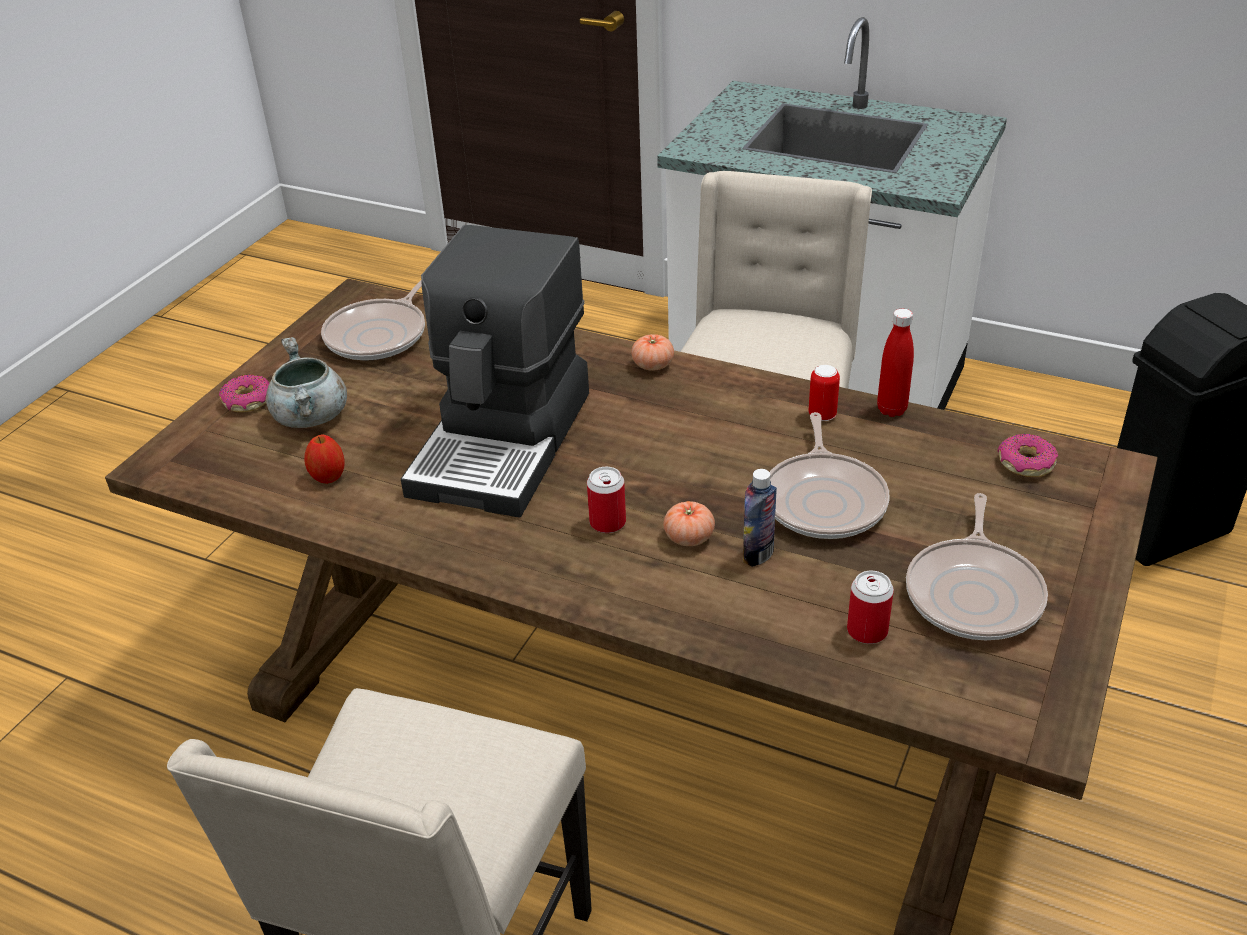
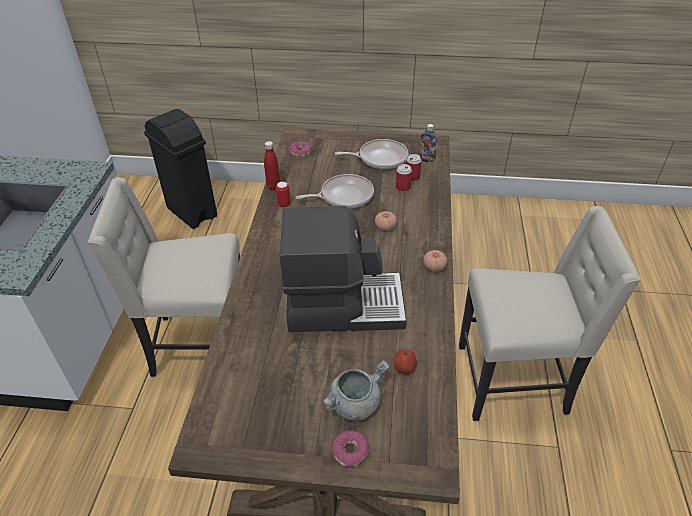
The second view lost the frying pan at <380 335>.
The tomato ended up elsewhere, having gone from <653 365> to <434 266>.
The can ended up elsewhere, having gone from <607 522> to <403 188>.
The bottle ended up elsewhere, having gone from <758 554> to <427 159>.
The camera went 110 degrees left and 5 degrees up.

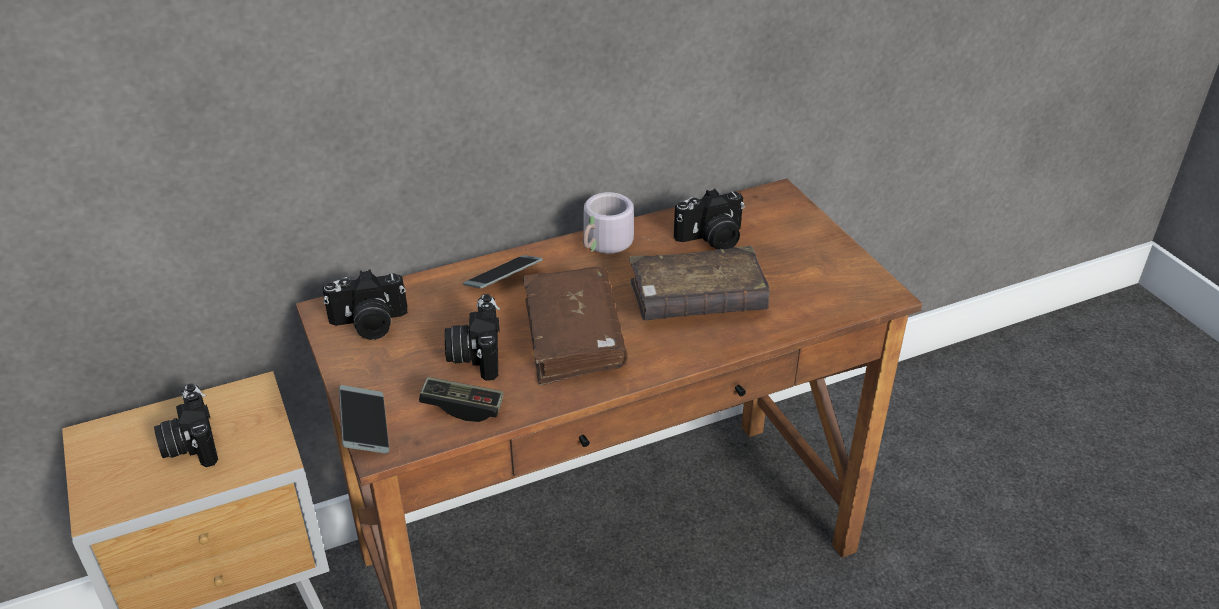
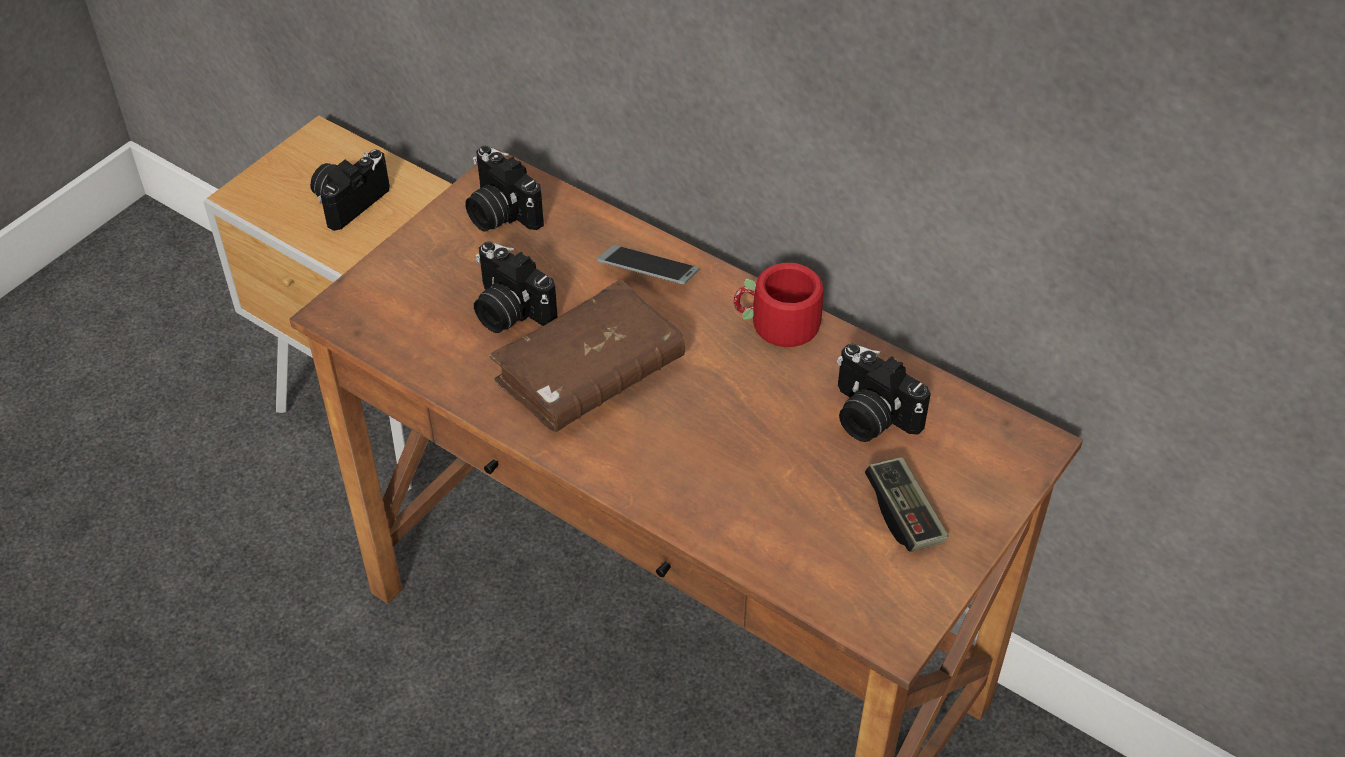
What was the grey mug at <607 246> turned into the red mug at <777 328>.
The second view lost the brown book at <697 300>.
The photo camera at <475 354> ended up facing another way, 105 degrees counterclockwise from before.
The game controller ended up elsewhere, having gone from <463 407> to <904 514>.
The second view lost the phone at <365 426>.
The camera went 60 degrees right and 10 degrees up.

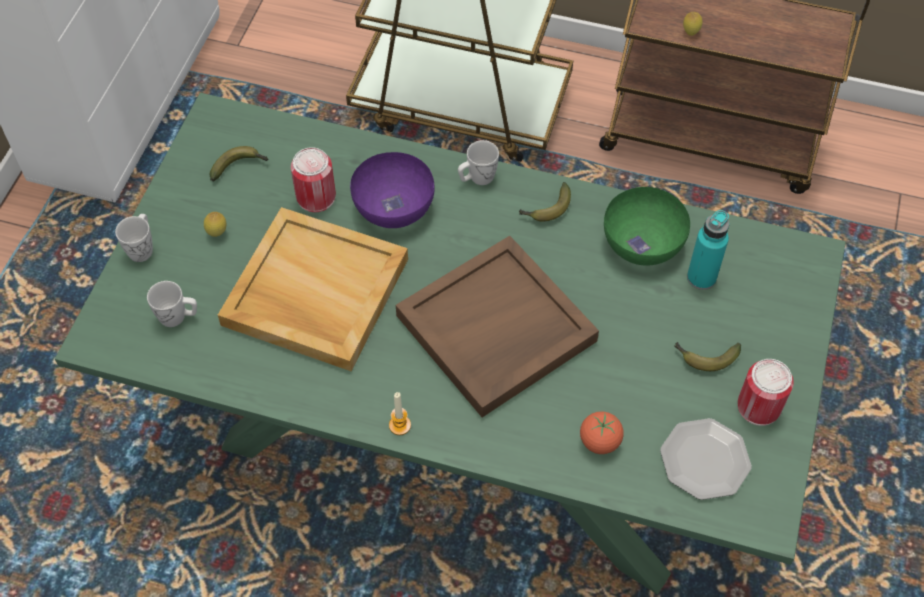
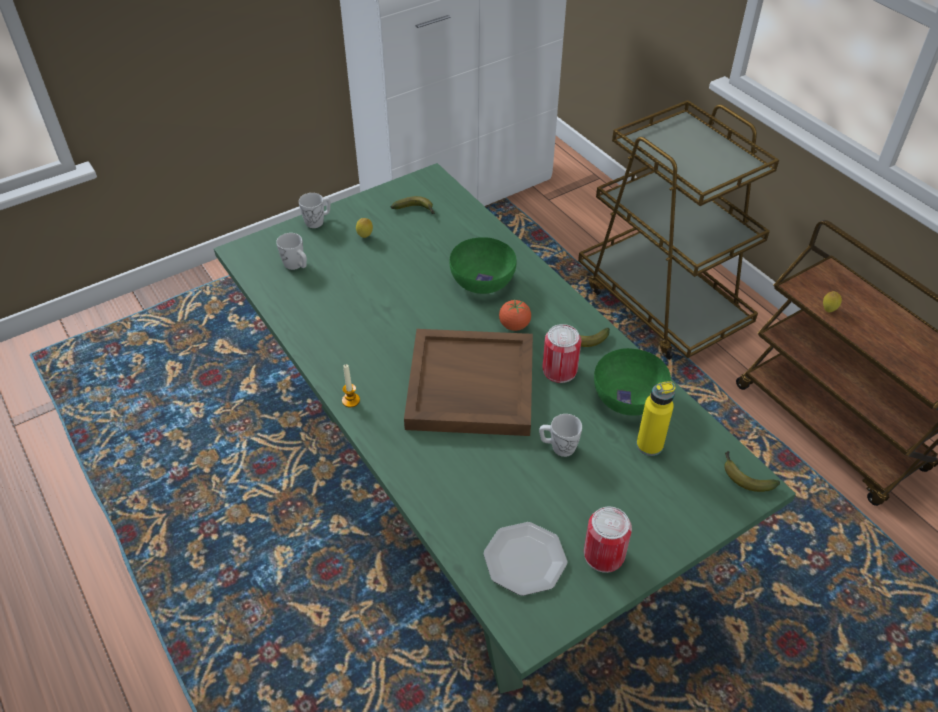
The white mug ended up elsewhere, having gone from <477 178> to <558 447>.
The can ended up elsewhere, having gone from <316 197> to <559 370>.
What was the purple bowl at <393 208> turned into the green bowl at <481 281>.
The second view lost the beige tray at <314 292>.
What was the turquoise bottle at <701 277> turned into the yellow bottle at <649 445>.
The banana ended up elsewhere, having gone from <705 357> to <744 476>.
The tomato ended up elsewhere, having gone from <599 441> to <514 325>.
The camera went 40 degrees right and 10 degrees down.

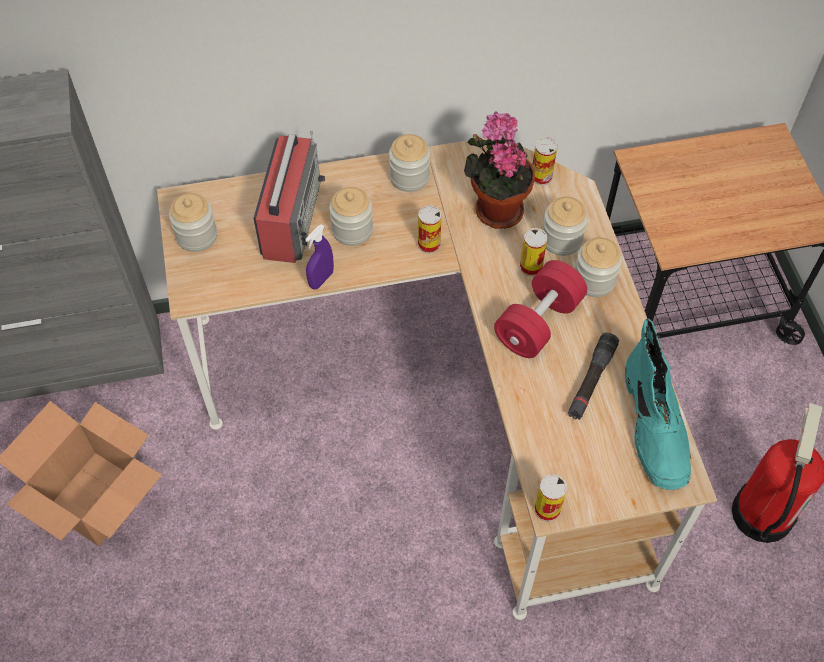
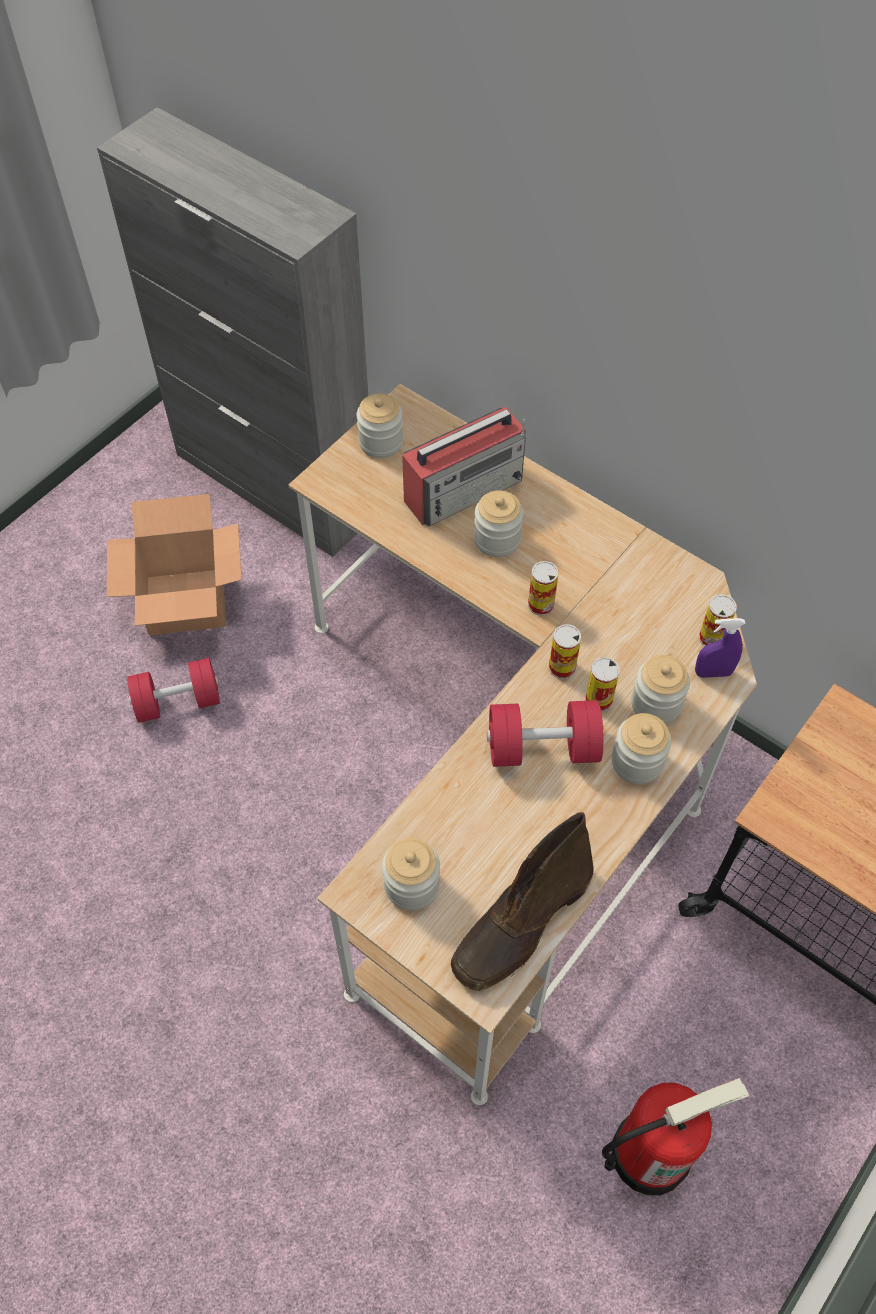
The second view lost the potted plant at <495 208>.
The jar ended up elsewhere, having gone from <409 177> to <411 885>.
The purple spray bottle ended up elsewhere, having gone from <321 279> to <713 673>.
What was the turquoise boot at <655 427> turned into the brown boot at <521 923>.
The second view lost the black flashlight at <591 381>.
The can ended up elsewhere, having gone from <547 509> to <562 667>.
The second view gained the red dumbbell at <178 702>.
The camera went 50 degrees right and 0 degrees up.

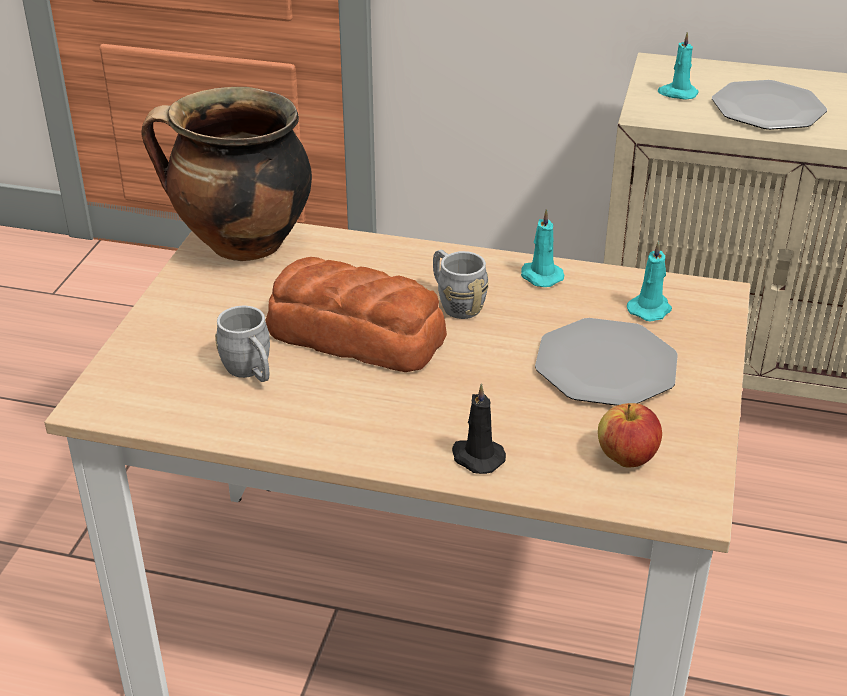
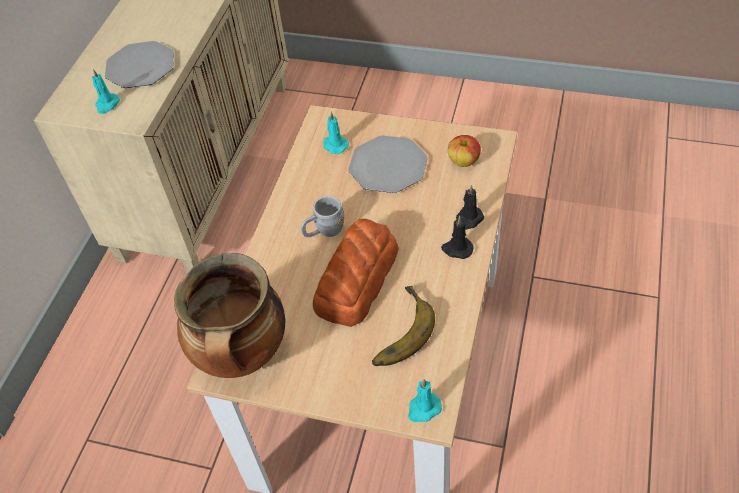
The turquoise candle ended up elsewhere, having gone from <540 276> to <423 409>.
Where the grey mug stood at <251 372>, the banana came to stand at <396 331>.
The second view gained the black candle at <457 249>.
The camera went 85 degrees left and 15 degrees up.

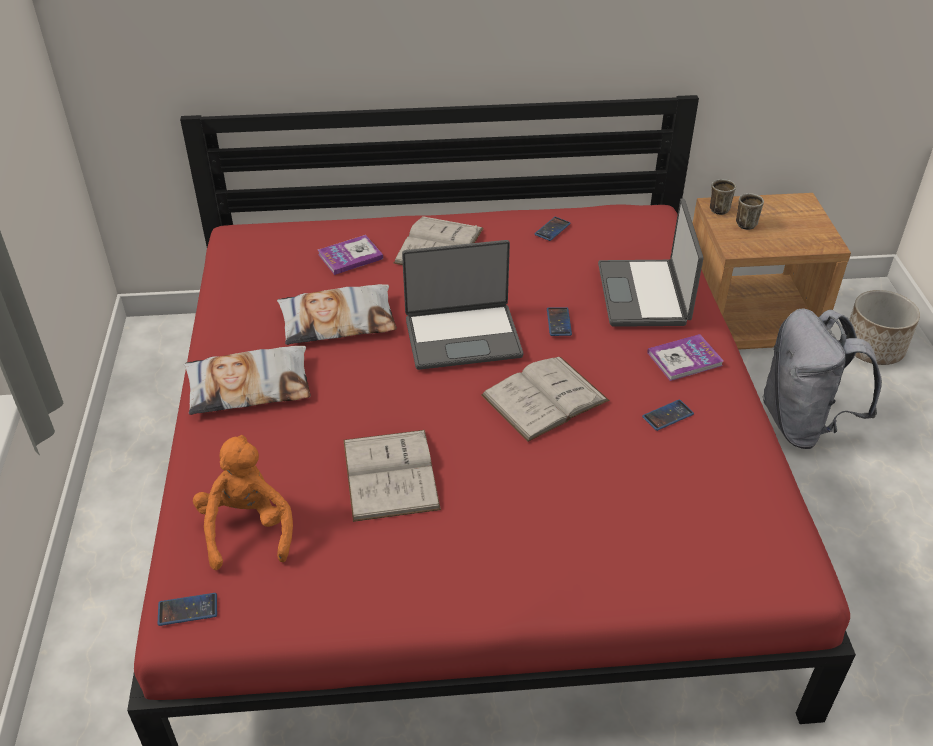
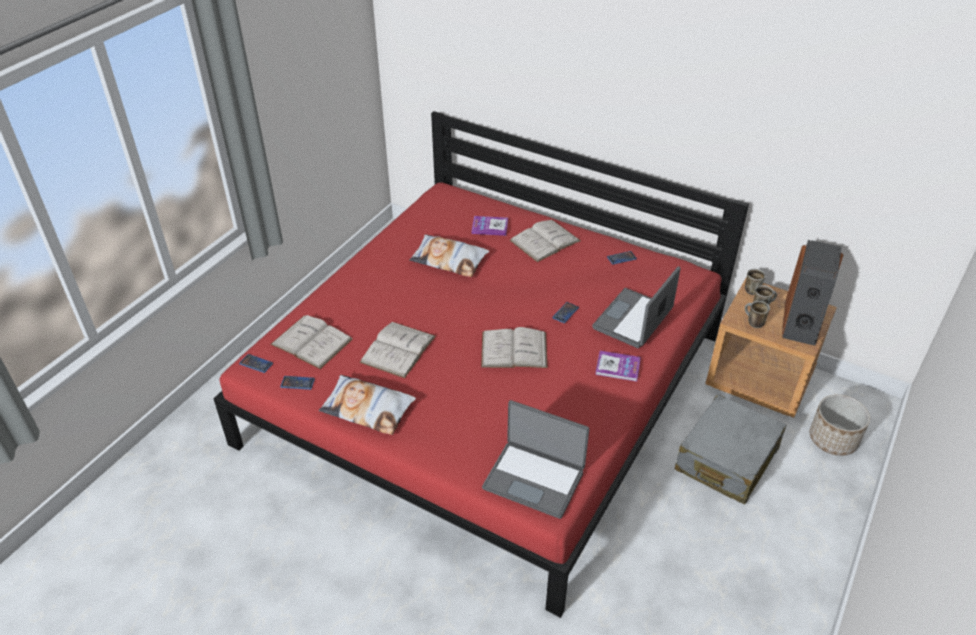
The laptop ended up elsewhere, having gone from <463 336> to <534 479>.
Where the grey backpack stood at <803 424>, the grey suitcase came to stand at <726 460>.
The pillow ended up elsewhere, having gone from <249 387> to <368 409>.
The phone ended up elsewhere, having gone from <668 415> to <297 383>.
Where the orange plush toy stood at <247 529>, the white book came to stand at <311 342>.
The second view gained the speaker at <802 321>.
The second view gained the mug at <752 322>.
The camera went 35 degrees right and 0 degrees up.

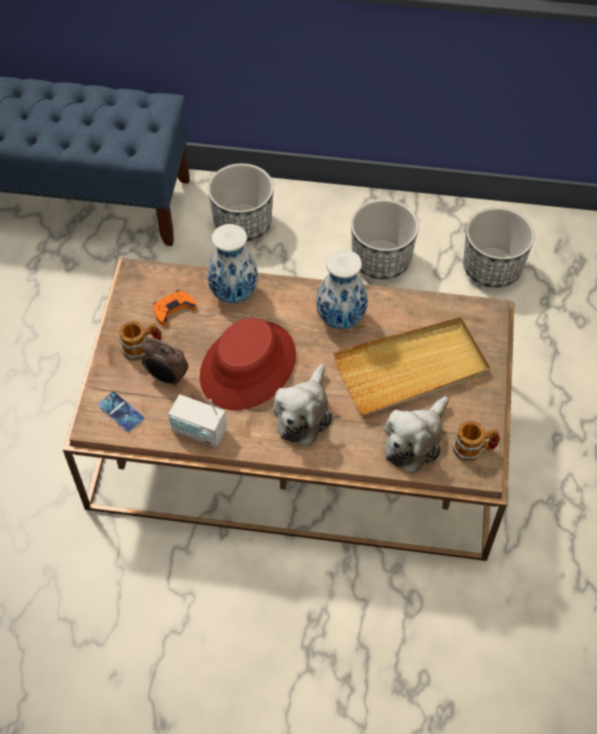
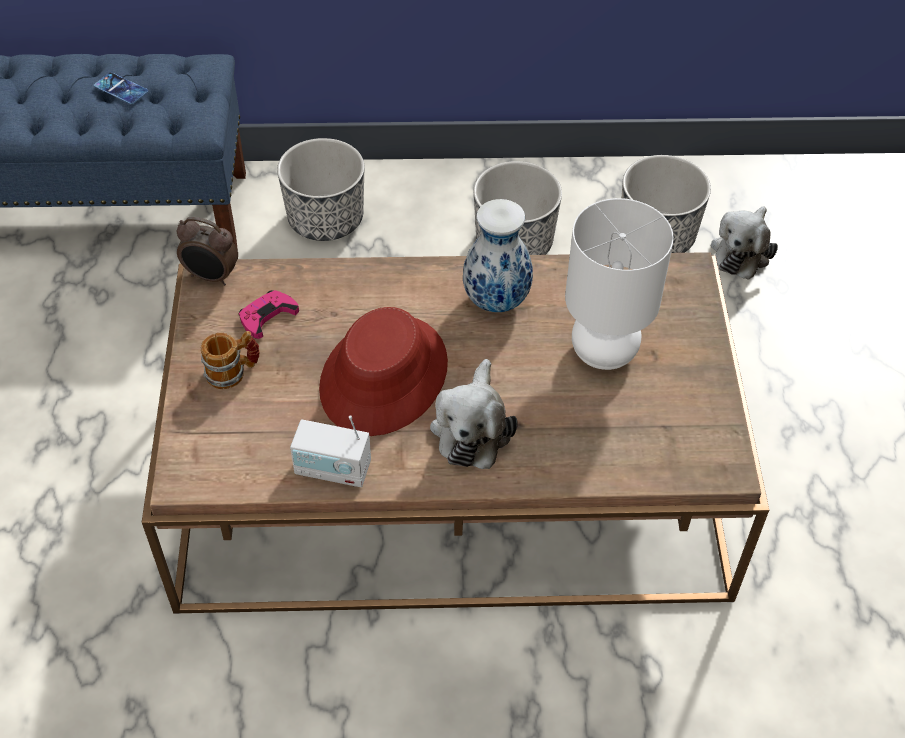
The second view lost the vase at <234 292>.
What was the orange game controller at <173 309> turned into the pink game controller at <267 316>.
Where the beige tray stood at <412 369>, the white table lamp came to stand at <605 352>.
The alarm clock ended up elsewhere, having gone from <167 378> to <211 277>.
The phone ended up elsewhere, having gone from <121 412> to <121 89>.
The plush toy ended up elsewhere, having gone from <415 441> to <742 251>.
The second view lost the mug at <473 449>.
The camera went 10 degrees left and 5 degrees down.

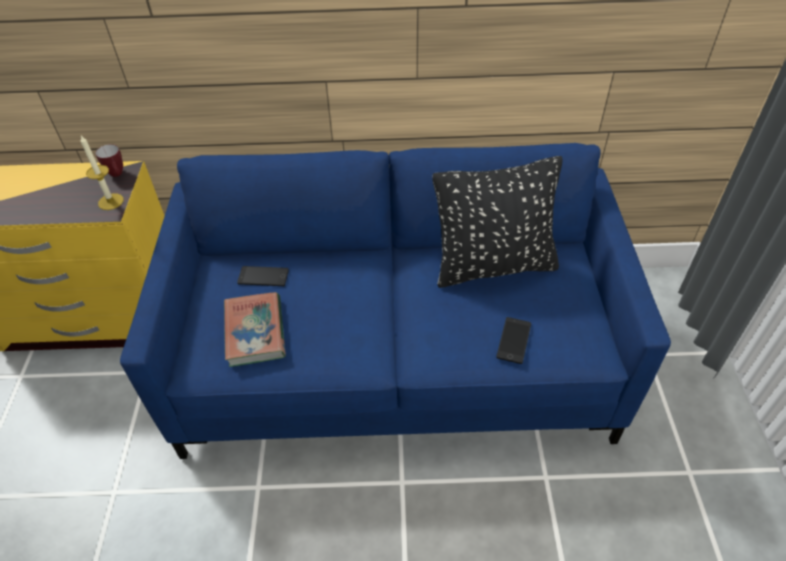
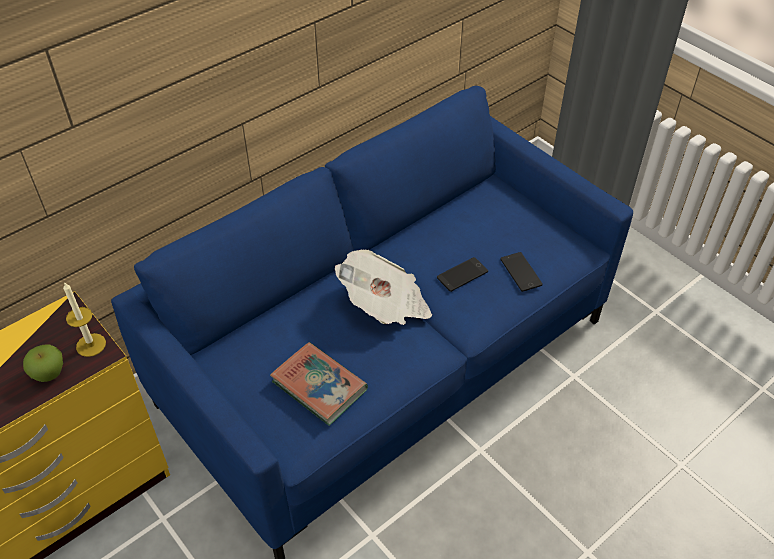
The second view lost the mug at <118 175>.
The second view lost the black pillow at <493 266>.
The phone ended up elsewhere, having gone from <263 277> to <462 275>.
The second view gained the newspaper at <385 305>.
The second view gained the apple at <49 374>.
The camera went 40 degrees left and 0 degrees up.

